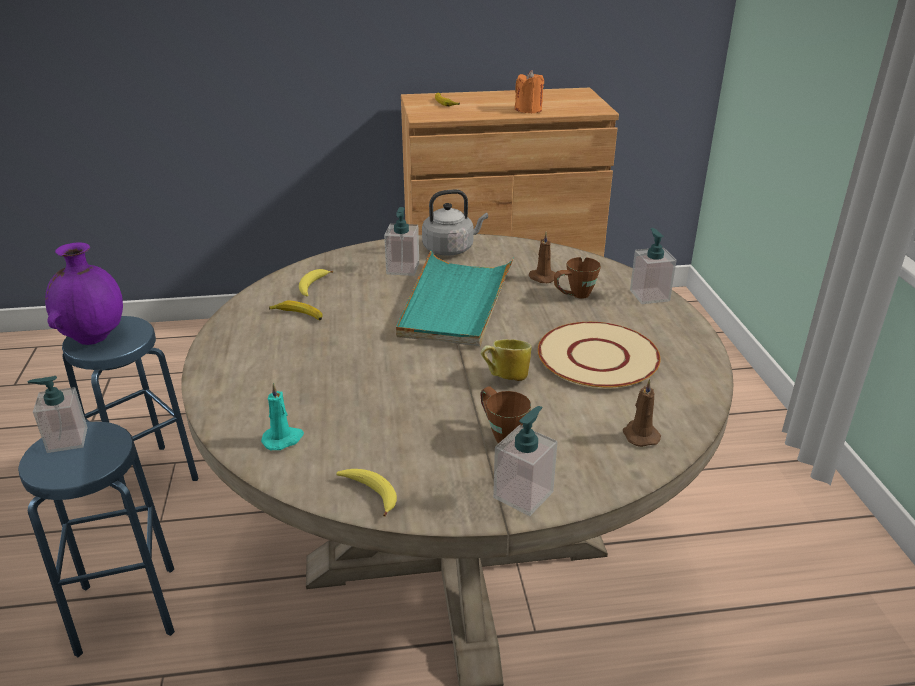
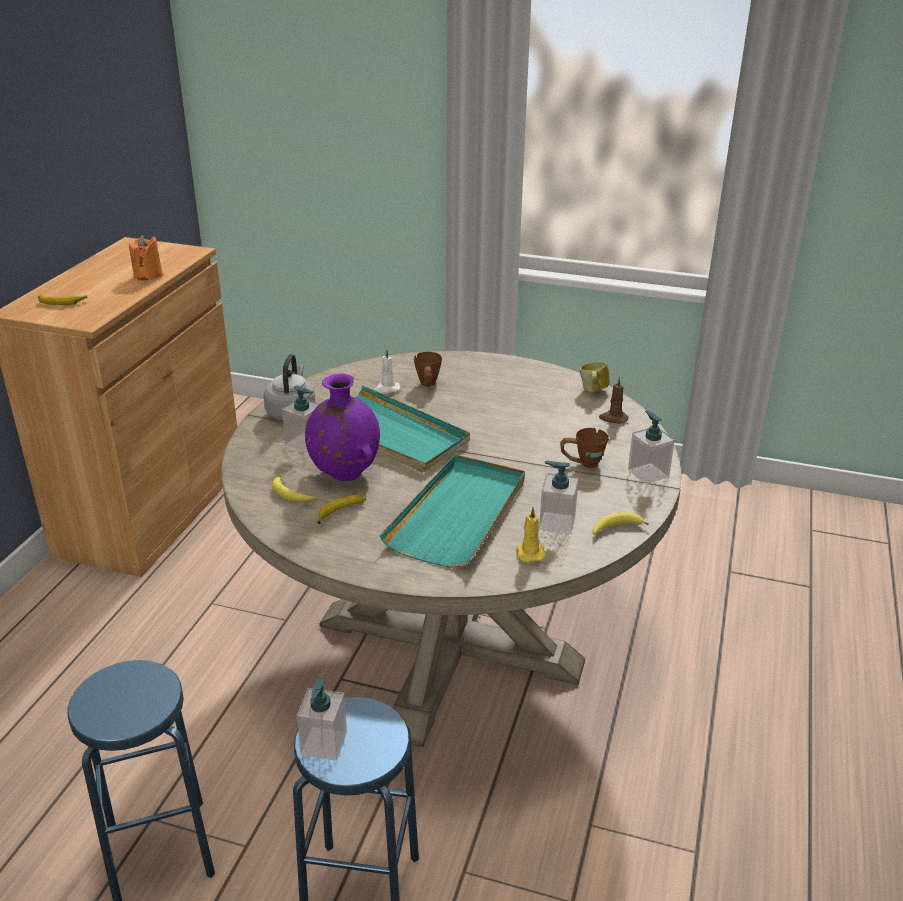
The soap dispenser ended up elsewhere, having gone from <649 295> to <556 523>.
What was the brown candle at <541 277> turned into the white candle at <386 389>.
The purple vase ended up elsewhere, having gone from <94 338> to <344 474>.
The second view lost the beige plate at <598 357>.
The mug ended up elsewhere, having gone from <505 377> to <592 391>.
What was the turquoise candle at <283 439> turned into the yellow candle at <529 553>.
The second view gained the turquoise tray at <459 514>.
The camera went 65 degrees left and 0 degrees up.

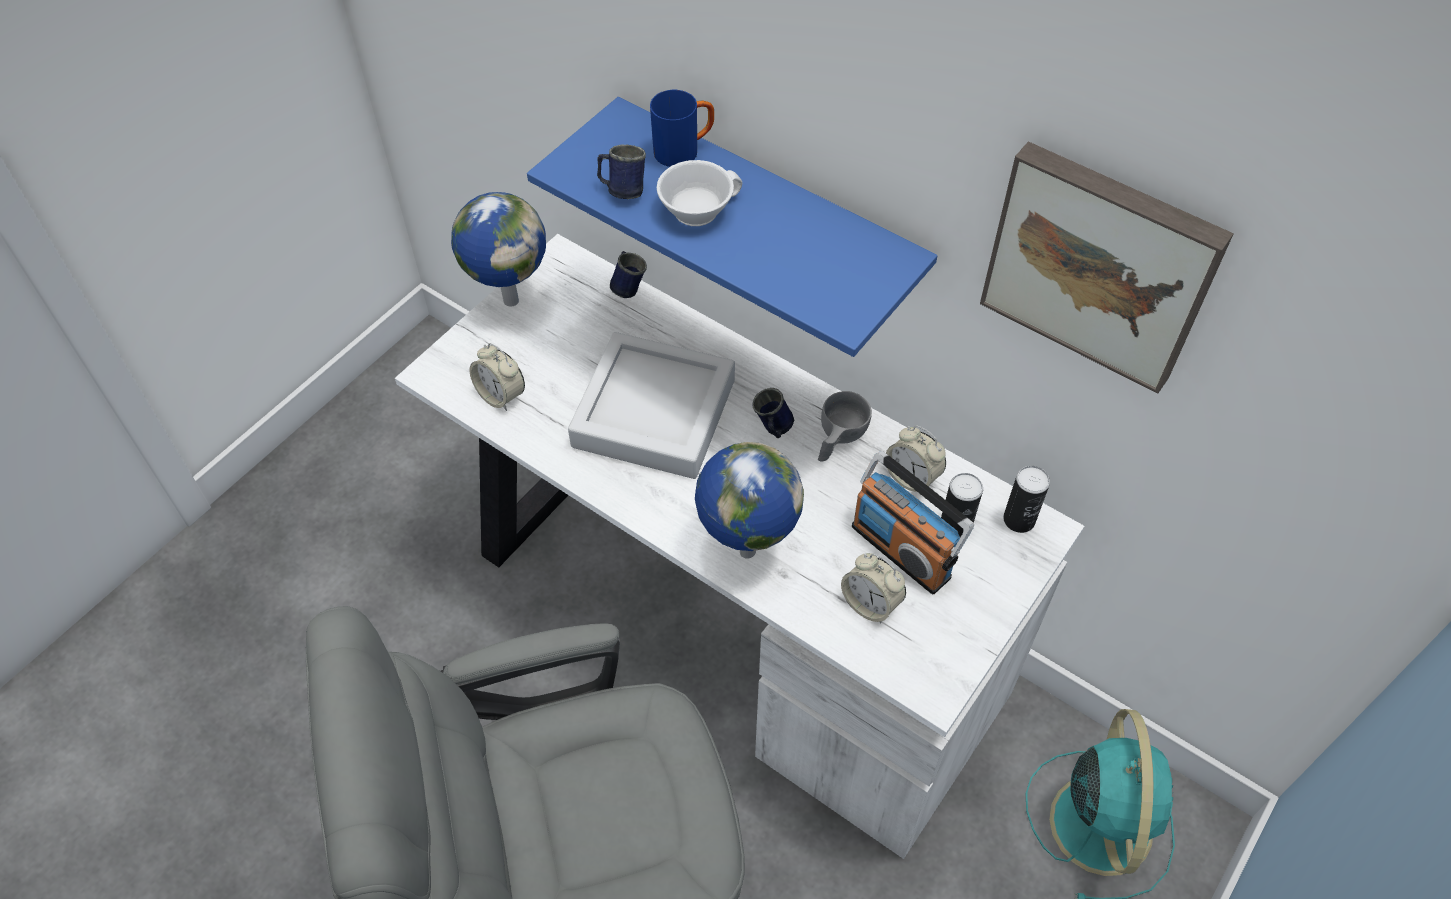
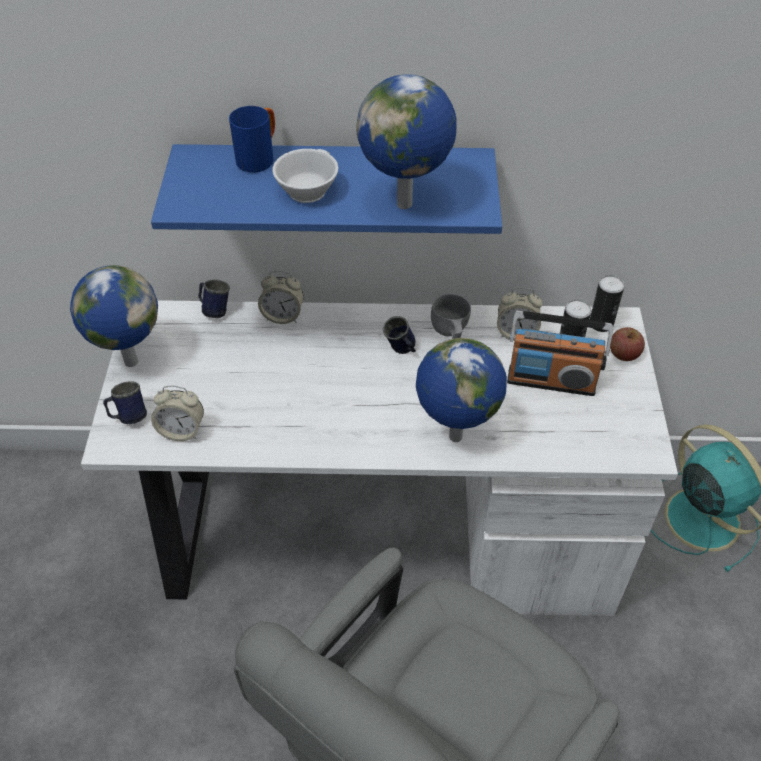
The second view lost the picture at <1101 264>.
The blue mug ended up elsewhere, having gone from <622 190> to <128 416>.
The second view lost the grey tray at <654 413>.
The alarm clock ended up elsewhere, having gone from <870 603> to <283 316>.
The second view gained the globe at <406 204>.
The second view gained the apple at <624 354>.
The camera went 35 degrees left and 5 degrees down.

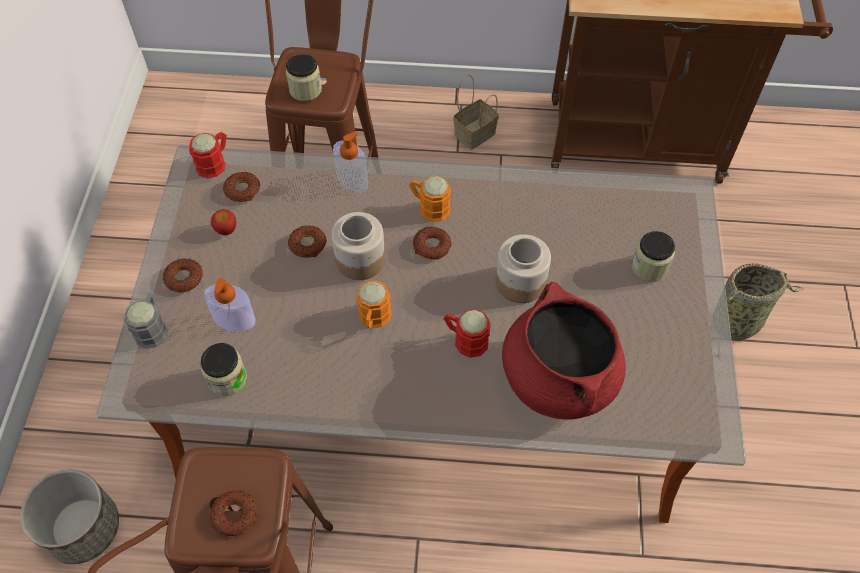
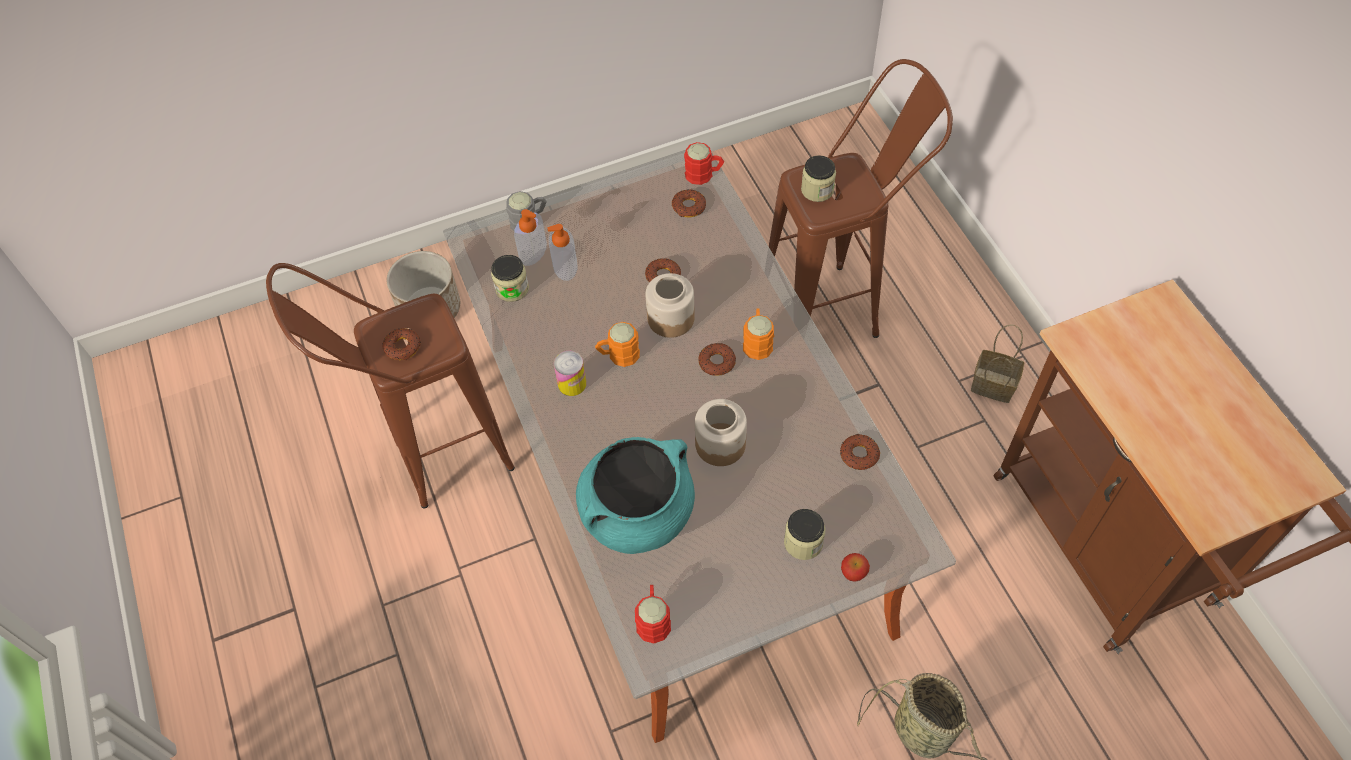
The soap dispenser ended up elsewhere, having gone from <352 180> to <533 251>.
The apple ended up elsewhere, having gone from <226 230> to <853 573>.
The donut ended up elsewhere, having gone from <184 278> to <859 454>.
What was the red cooking pot at <557 378> turned into the turquoise cooking pot at <638 513>.
The red mug ended up elsewhere, having gone from <465 339> to <653 619>.
The second view gained the can at <572 383>.
The camera went 65 degrees right and 0 degrees up.

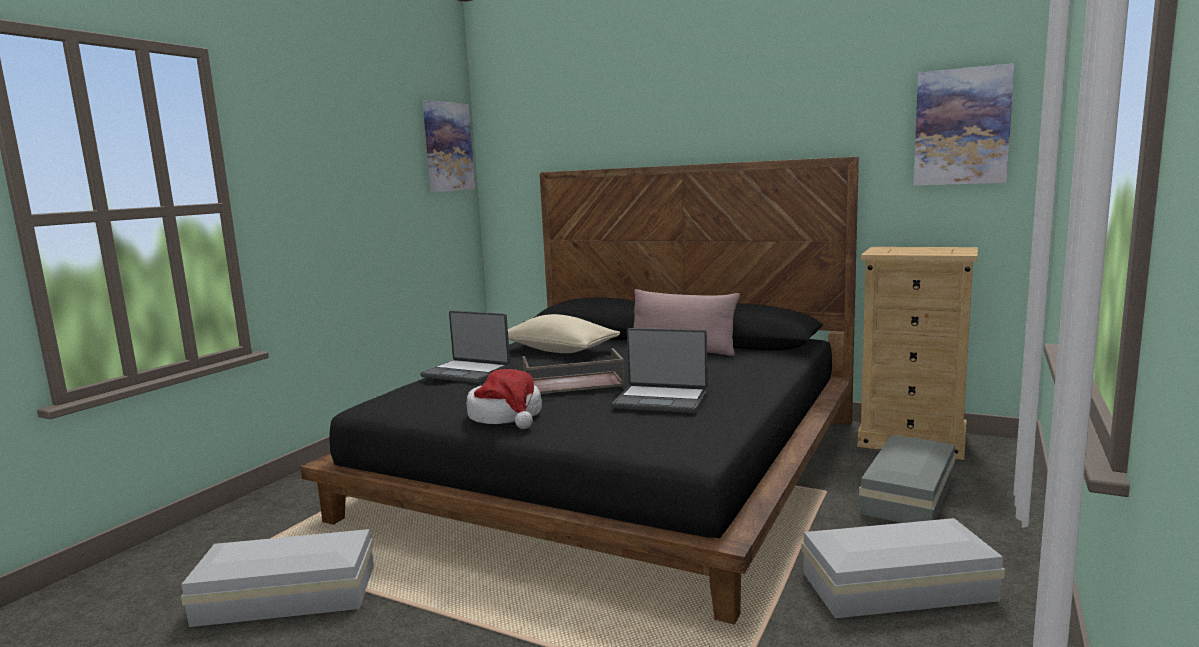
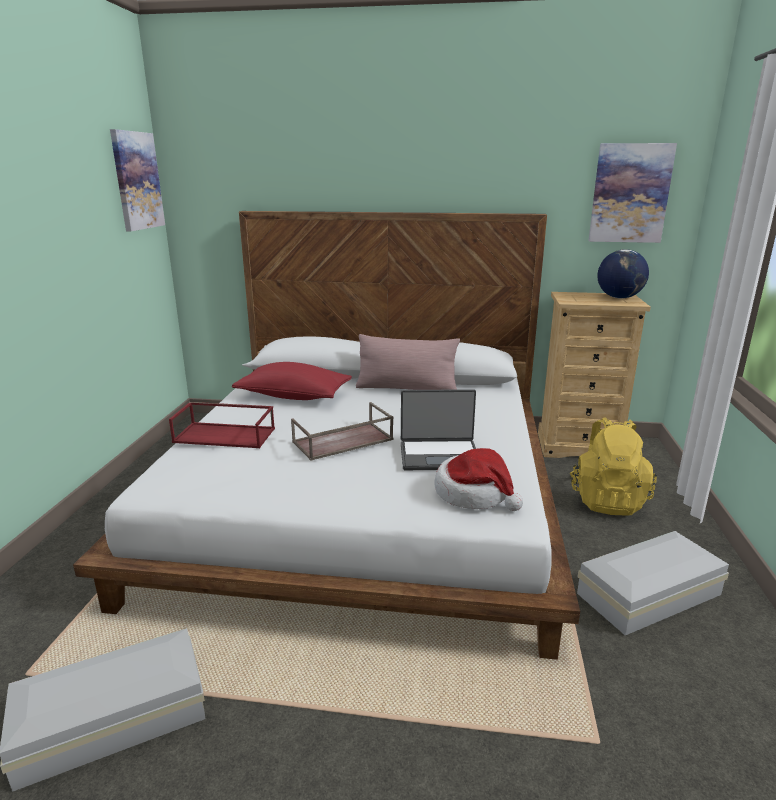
What was the black bed at <616 466> turned into the white bed at <363 500>.
Where the laptop stood at <467 372>, the red tray came to stand at <226 435>.
What was the beige pillow at <559 350> turned into the red pillow at <294 396>.
The hat ended up elsewhere, having gone from <506 416> to <474 493>.
Where the grey storage box stood at <911 494>, the yellow backpack came to stand at <607 500>.
The second view gained the globe at <619 297>.
The camera went 20 degrees left and 10 degrees up.

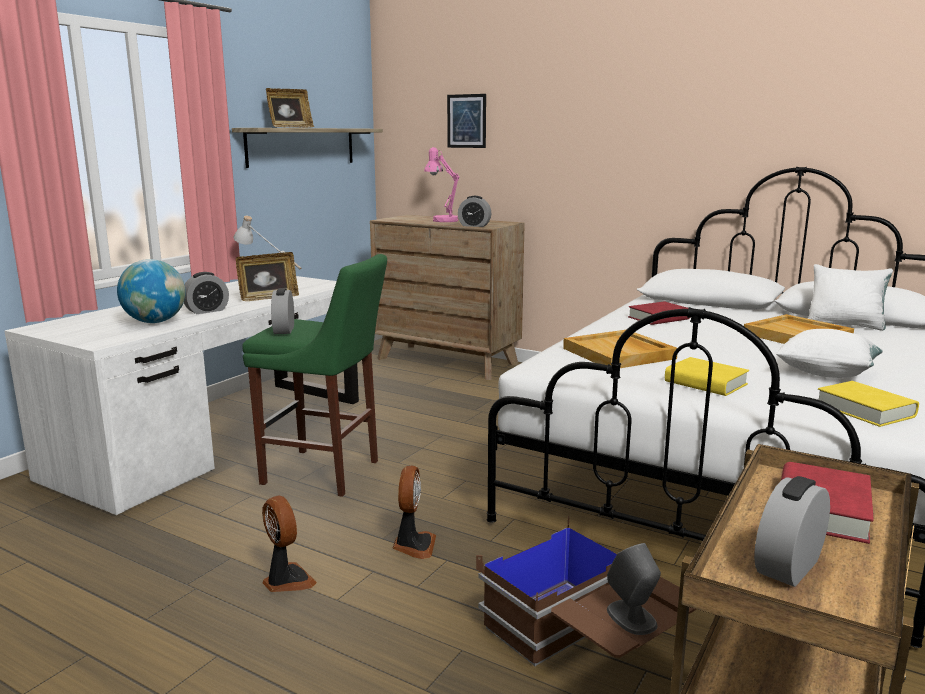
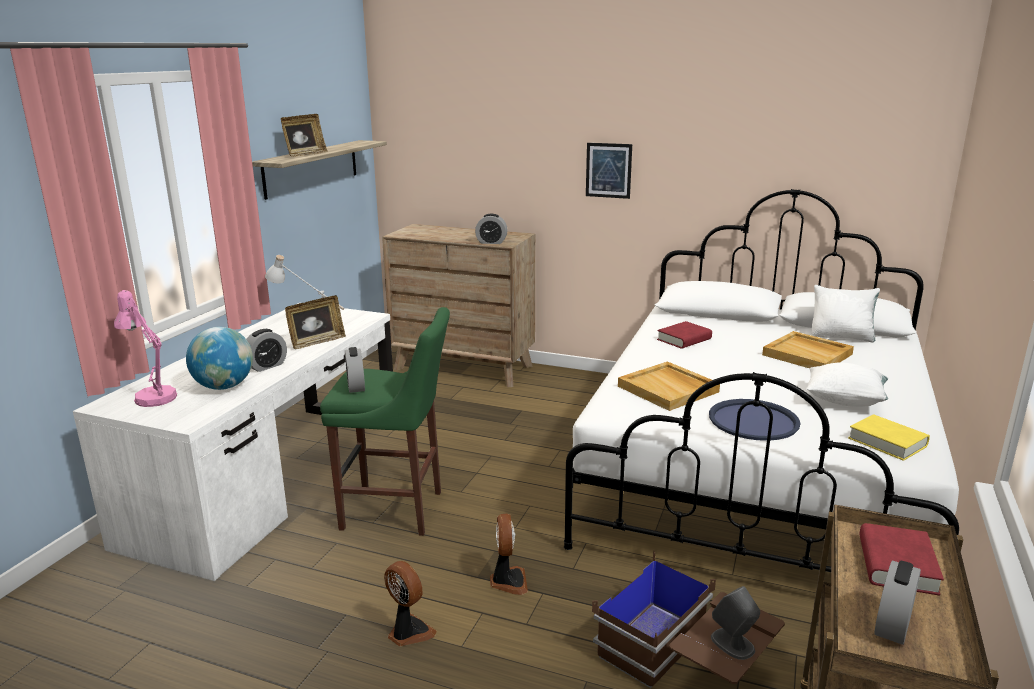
The picture ended up elsewhere, having gone from <466 121> to <608 170>.
The pink table lamp ended up elsewhere, having gone from <442 220> to <152 396>.
Where the yellow book stood at <705 383>, the blue tray came to stand at <753 421>.
The camera went 10 degrees left and 5 degrees up.

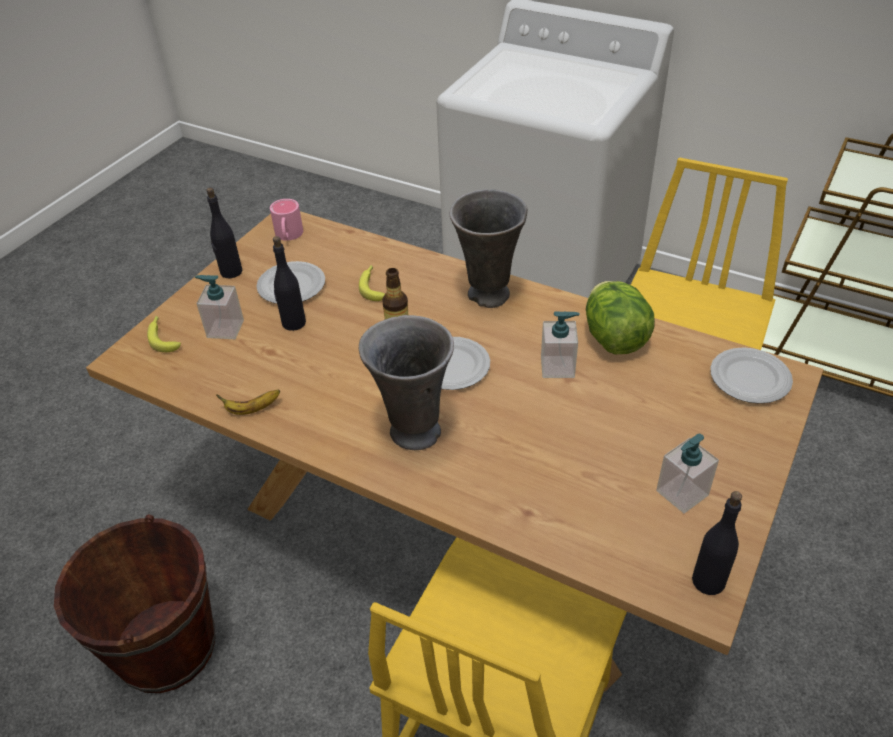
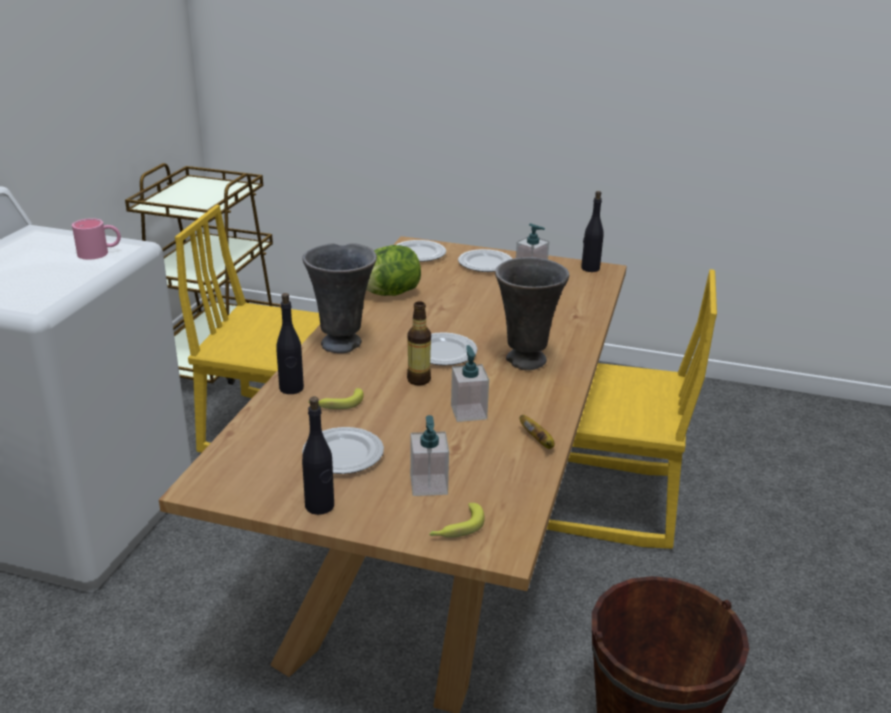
The pink mug ended up elsewhere, having gone from <288 236> to <100 253>.
The black bottle ended up elsewhere, having gone from <293 323> to <291 388>.
The soap dispenser ended up elsewhere, having gone from <557 367> to <468 412>.
The second view gained the plate at <484 264>.
The camera went 105 degrees left and 15 degrees down.

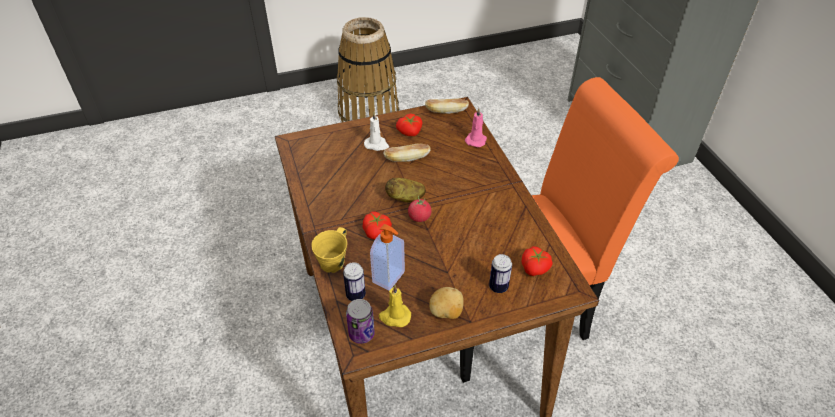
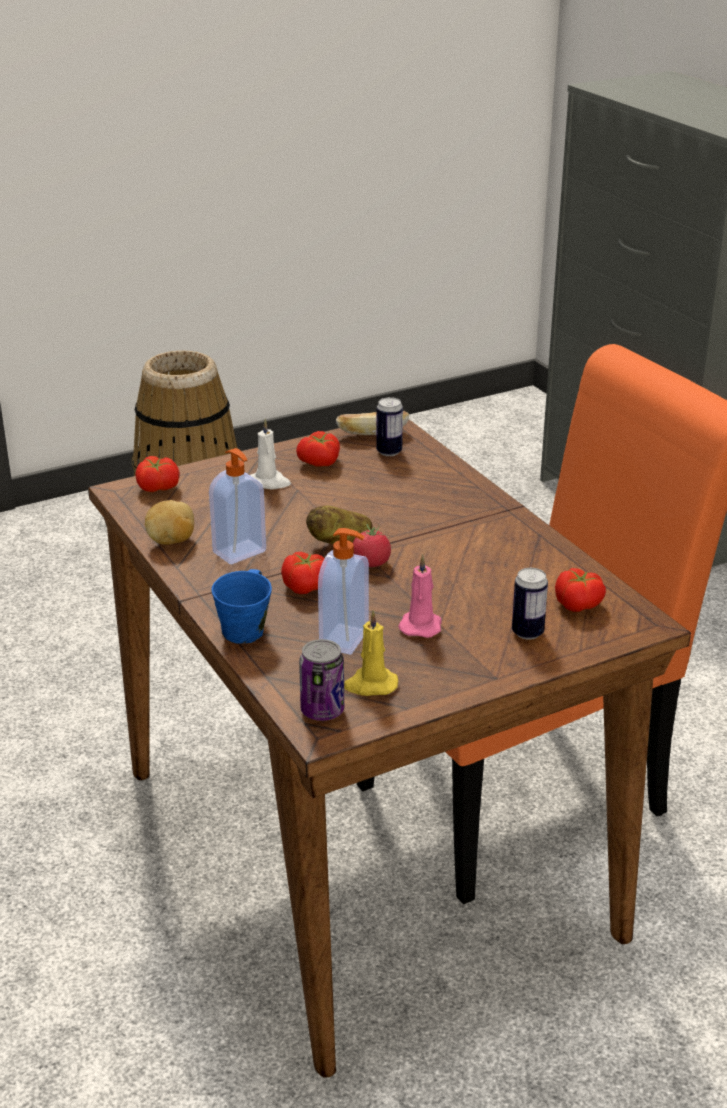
The pink candle ended up elsewhere, having gone from <476 140> to <421 625>.
The second view lost the bread at <407 159>.
What was the yellow mug at <333 262> turned into the blue mug at <245 630>.
The can ended up elsewhere, having gone from <356 295> to <389 452>.
The potato ended up elsewhere, having gone from <446 312> to <171 541>.
The second view gained the soap dispenser at <240 553>.
The second view gained the tomato at <157 488>.
The camera went 10 degrees left and 15 degrees down.

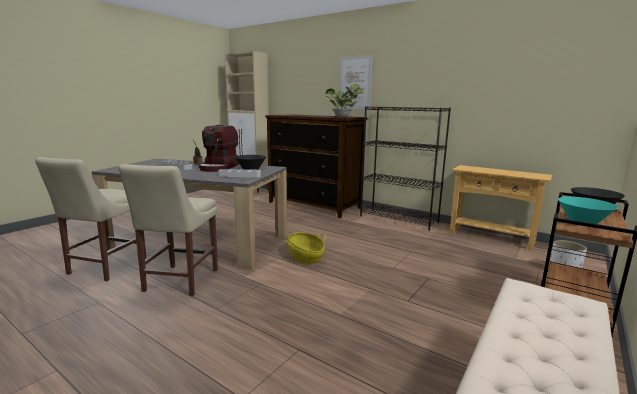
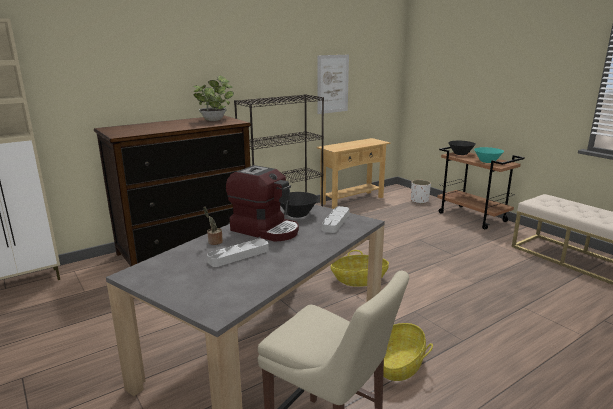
The picture ended up elsewhere, having gone from <355 83> to <332 84>.
Where the beige chair stood at <179 282>, the basket came to stand at <398 364>.
The camera went 70 degrees left and 5 degrees up.

